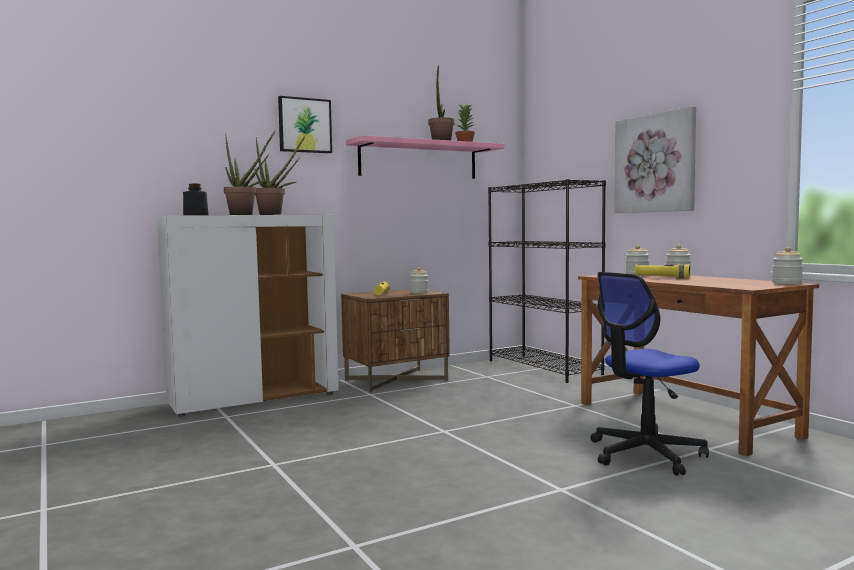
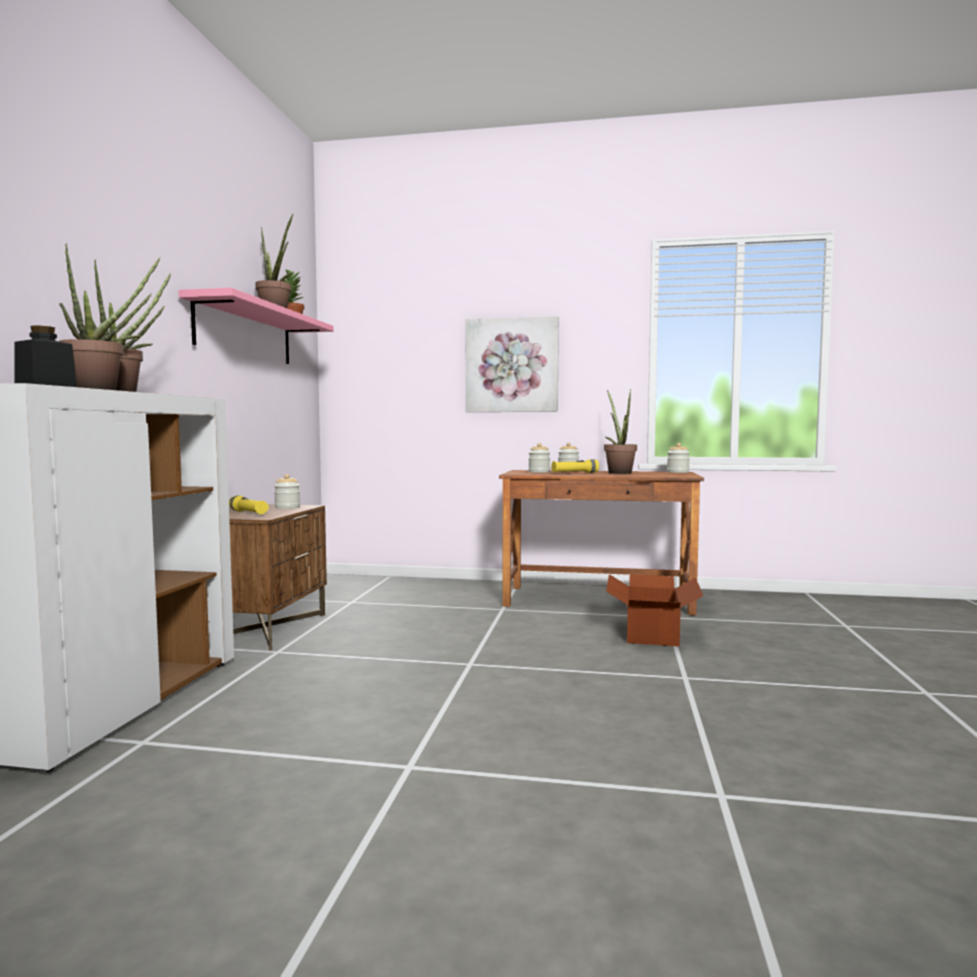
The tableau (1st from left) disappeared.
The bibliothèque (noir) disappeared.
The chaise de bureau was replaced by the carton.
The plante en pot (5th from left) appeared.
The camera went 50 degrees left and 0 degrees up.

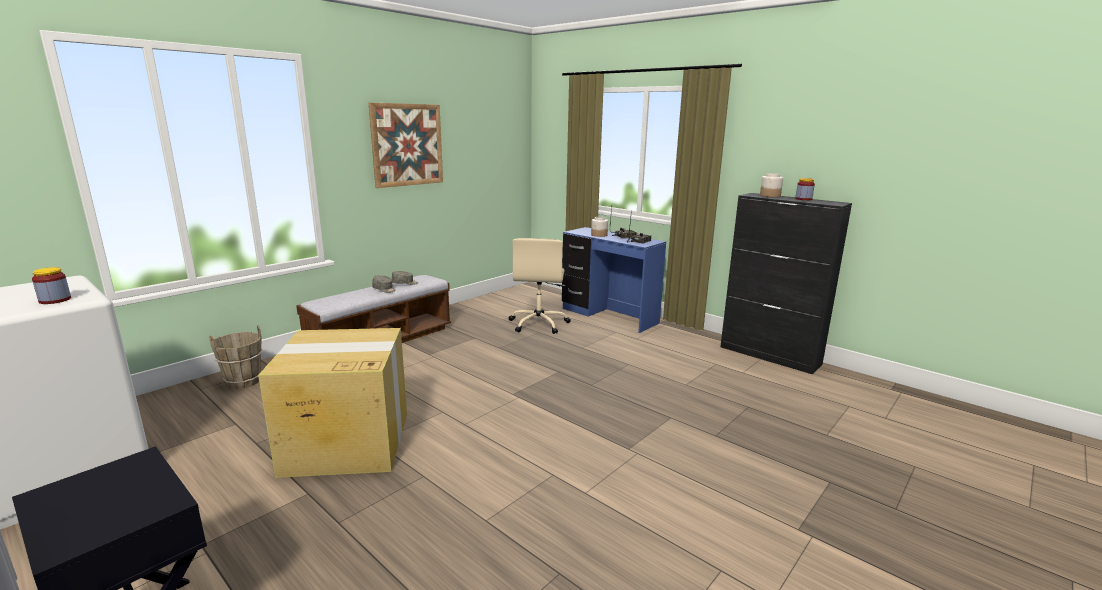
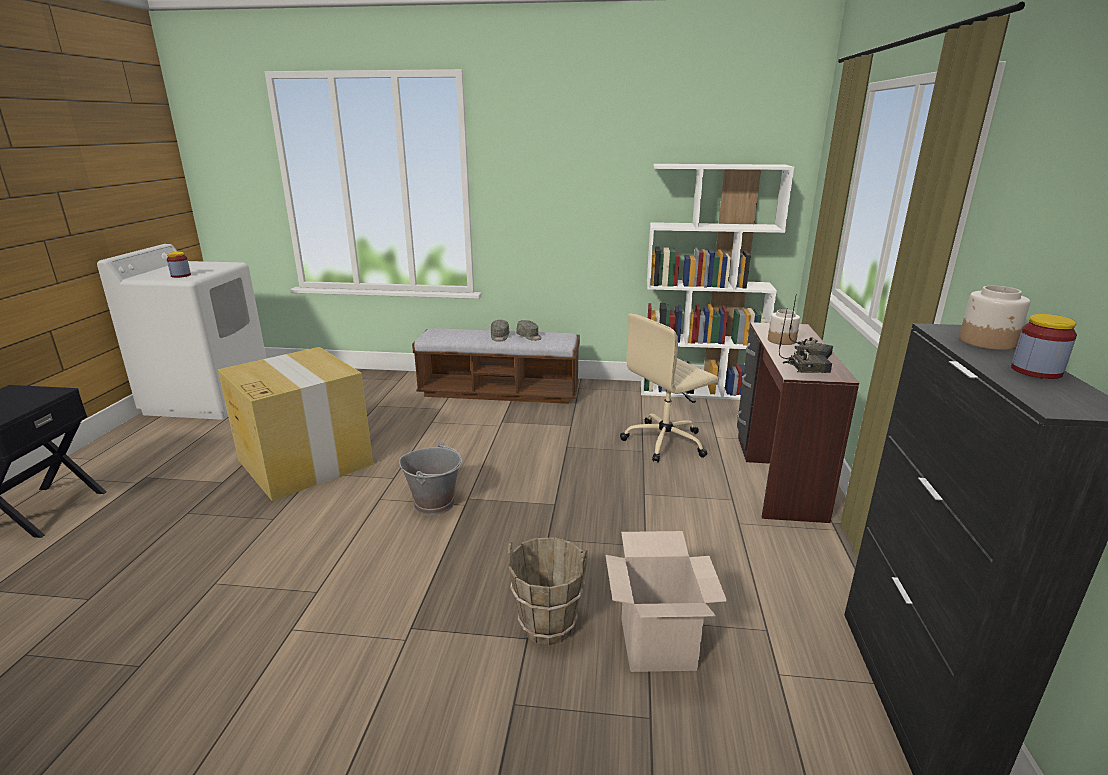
The seau (marron) moved.
The tableau disappeared.
The bureau (bleu) became the bureau (marron).
The seau (gris) appeared.
The carton (2nd from left) appeared.
The bibliothèque (blanc) appeared.
The camera went 55 degrees right and 5 degrees up.

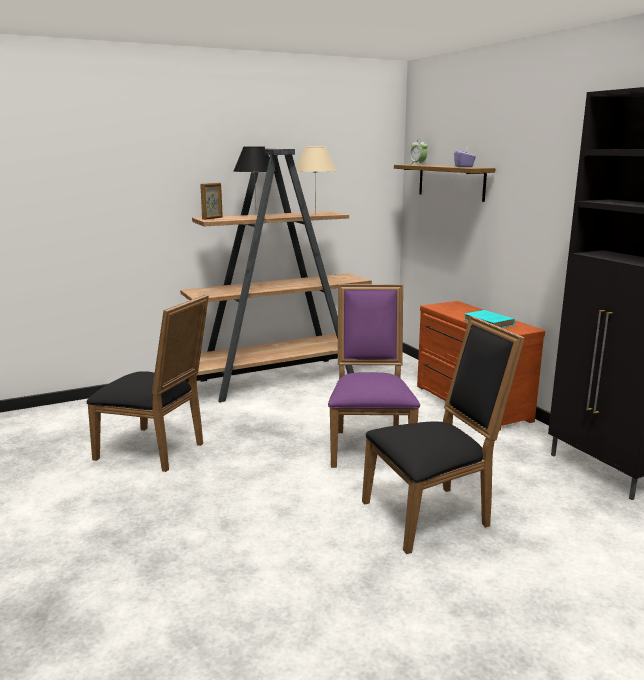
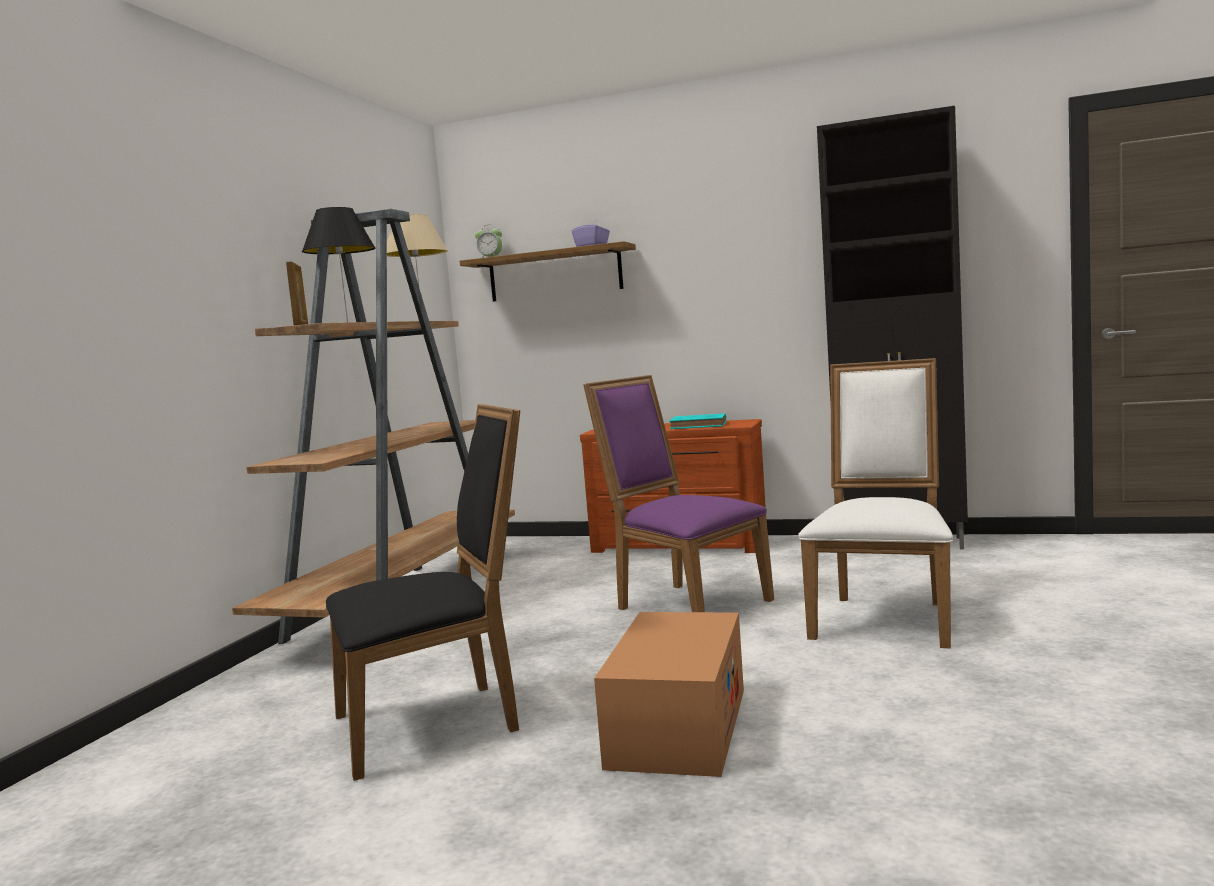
The chaise (noir) (2nd from left) became the chaise (blanc).
The carton appeared.
The camera went 45 degrees left and 10 degrees down.

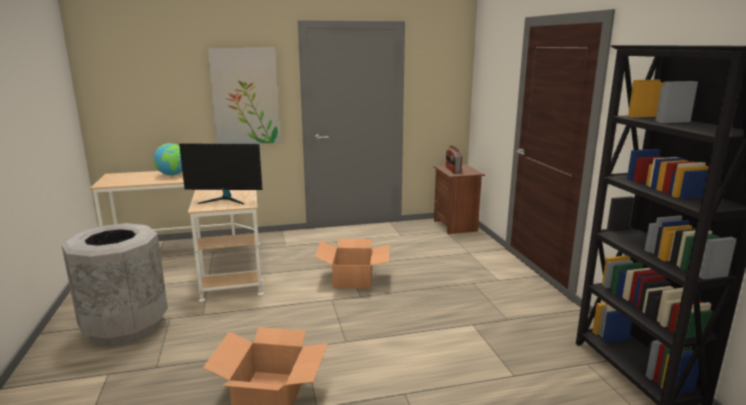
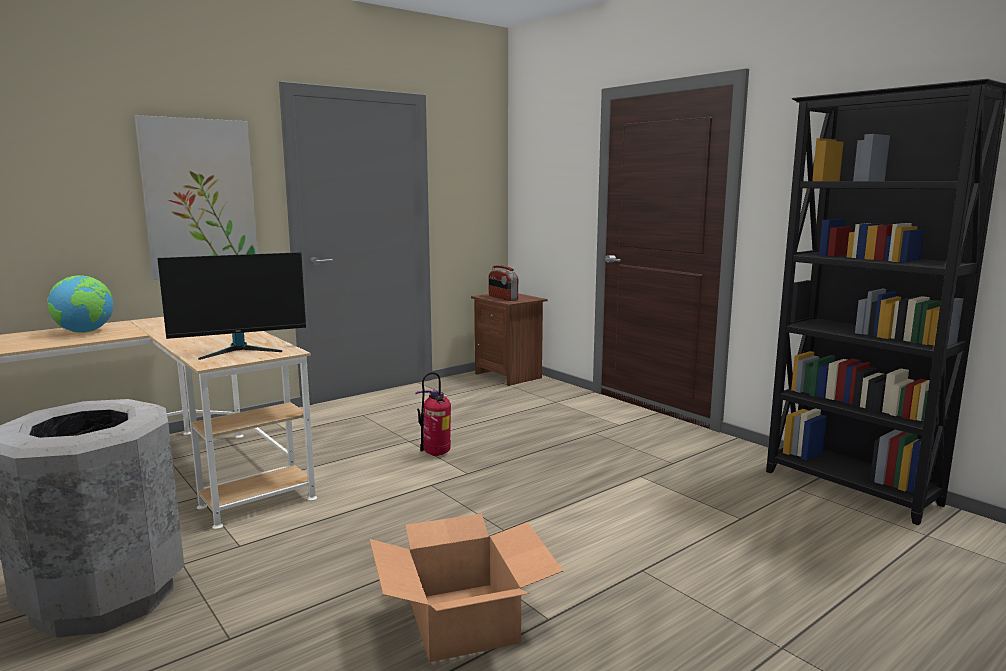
The carton (2nd from left) was replaced by the extincteur.
The camera went 25 degrees left and 5 degrees down.

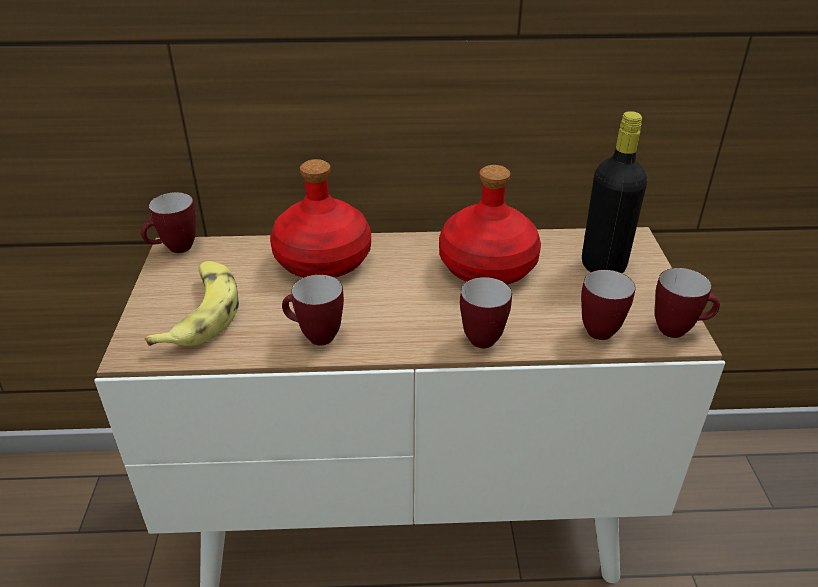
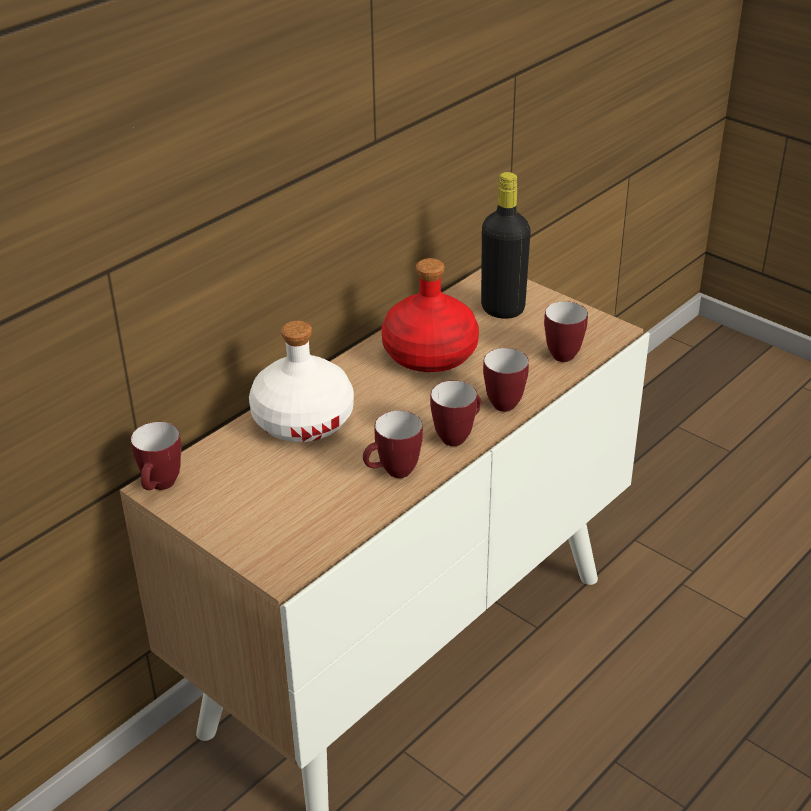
The banane disappeared.
The bouteille (rouge) (1st from left) became the bouteille (blanc).
The mug (5th from left in the first image) moved.
The camera went 45 degrees left and 0 degrees up.

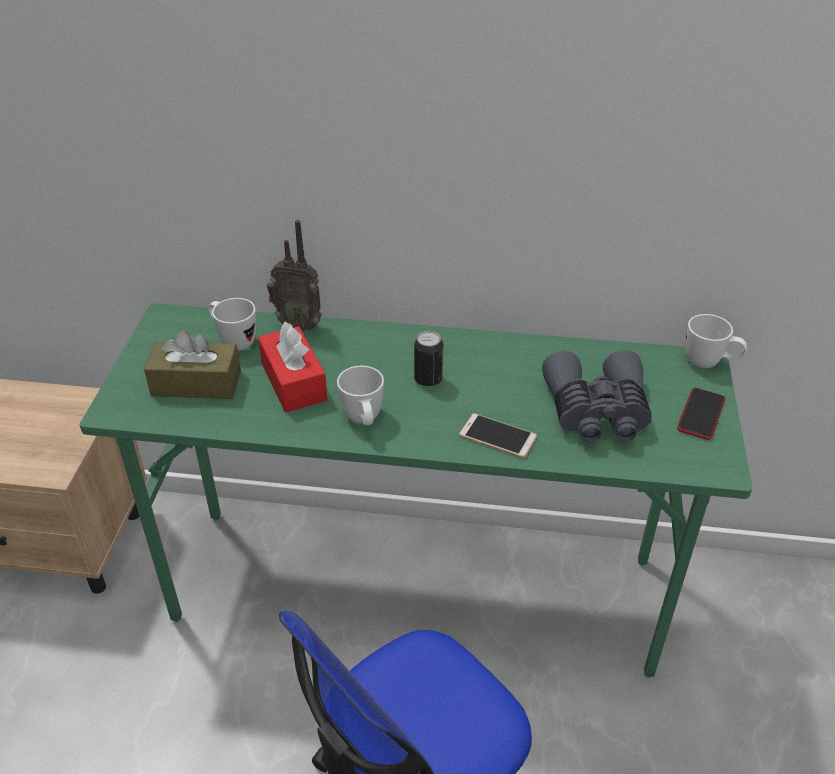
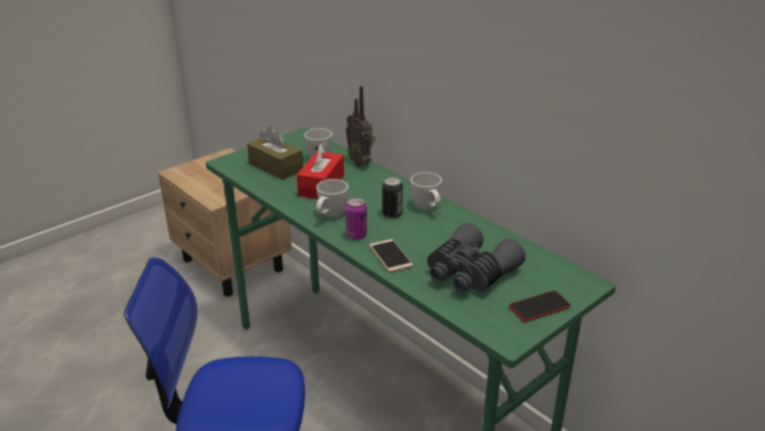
The mug (blanc) (3rd from left) moved.
The boîte métallique (1st from left) appeared.
The camera went 40 degrees right and 10 degrees down.

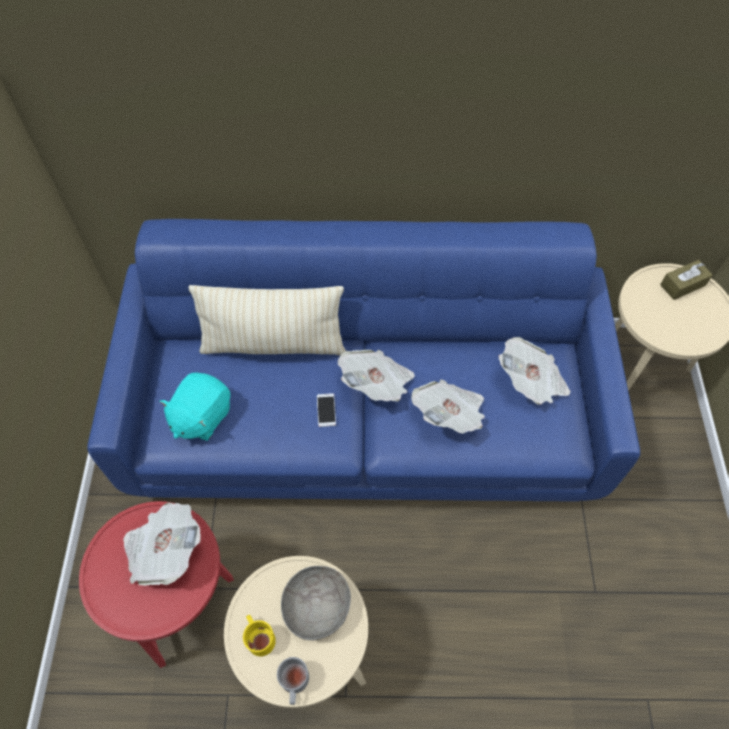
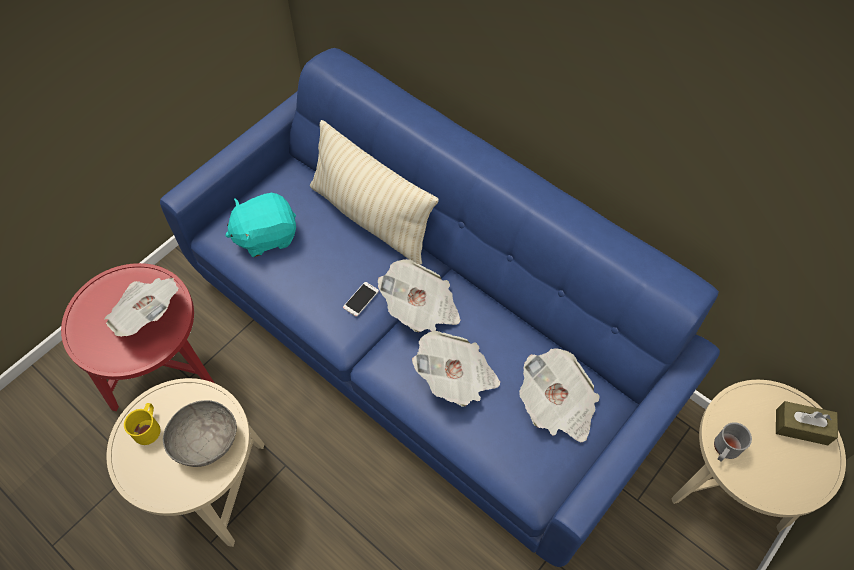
The mug (gris) moved.
The camera went 40 degrees right and 0 degrees up.

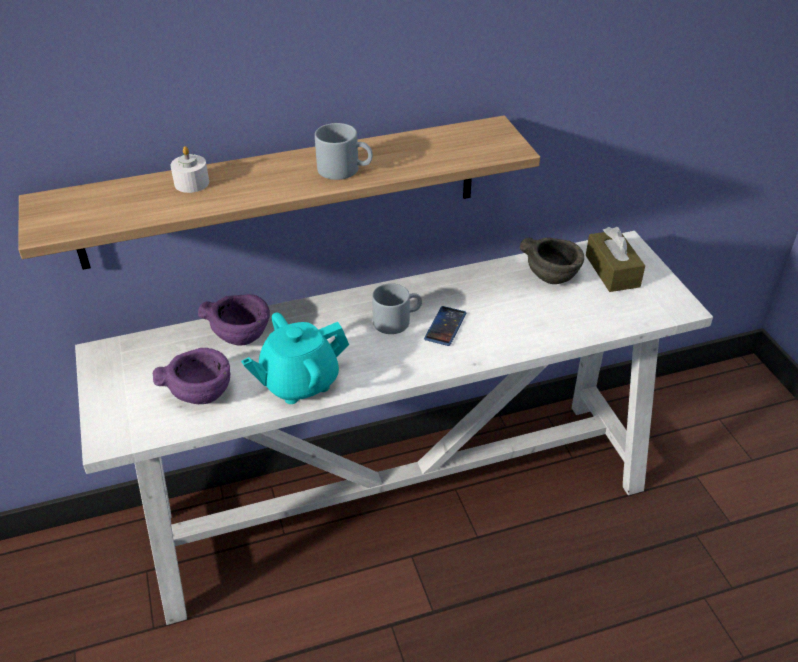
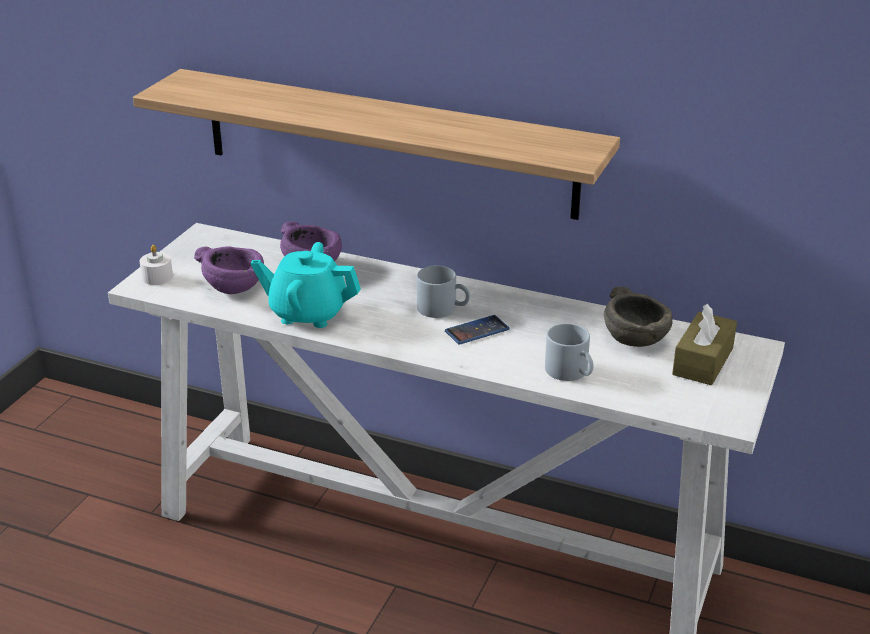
The bougie (blanc) moved.
The mug (gris) (1st from left in the first image) moved.
The camera went 40 degrees right and 10 degrees down.

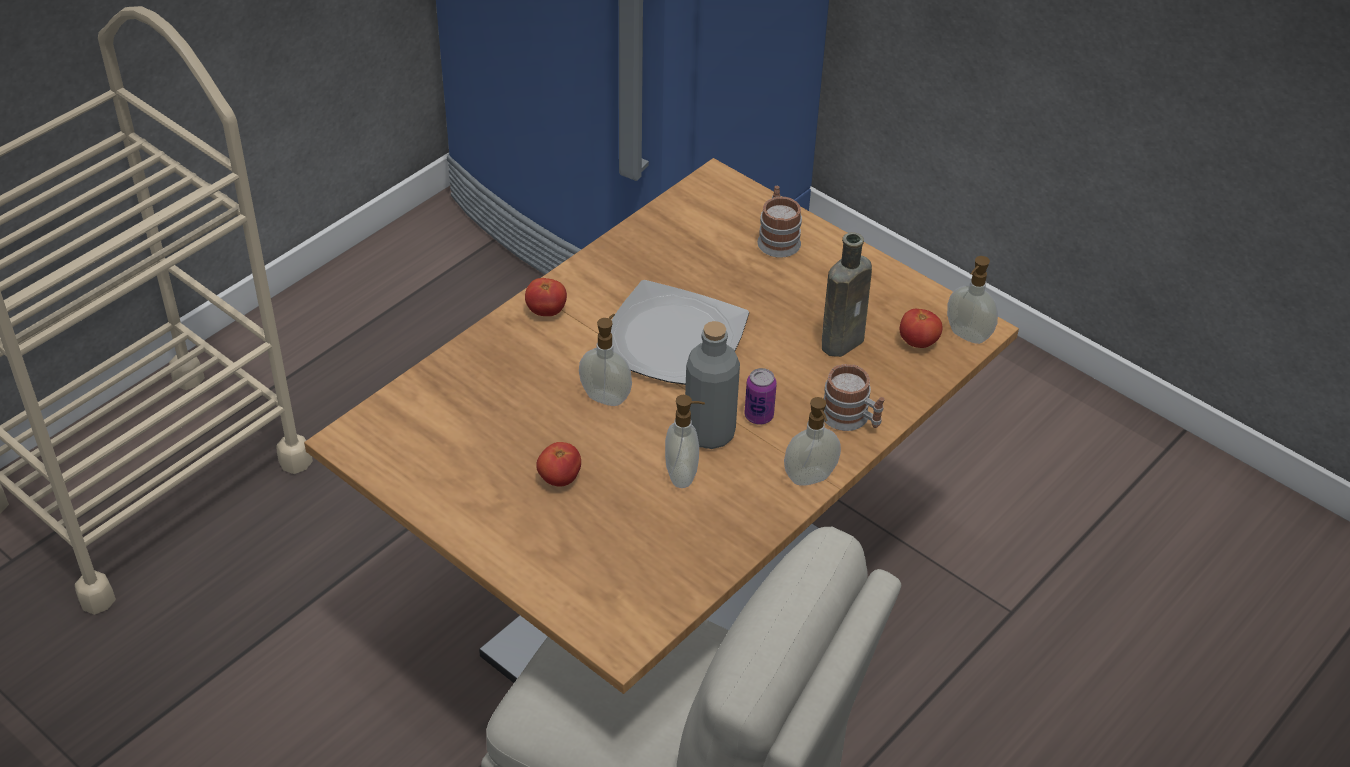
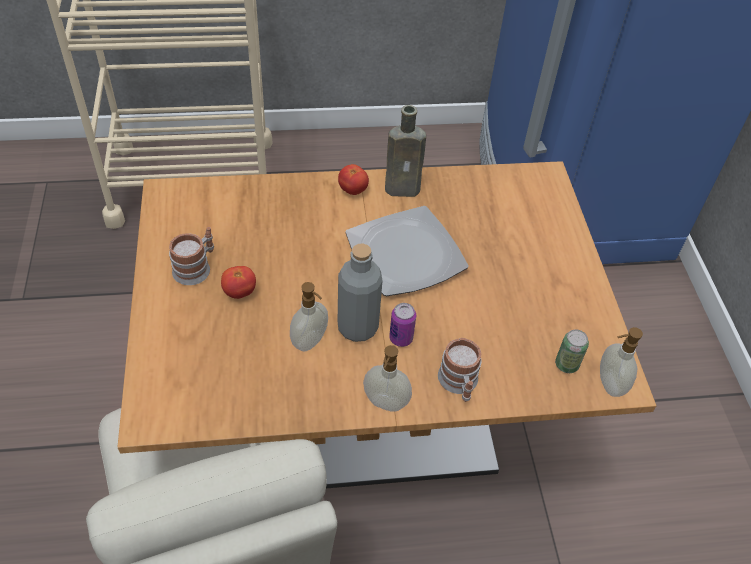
The distributeur de savon (1st from left) disappeared.
The mug (1st from left) moved.
The bouteille (marron) moved.
The tomate (3rd from left) was replaced by the boîte métallique (2nd from left).
The camera went 40 degrees right and 5 degrees up.

